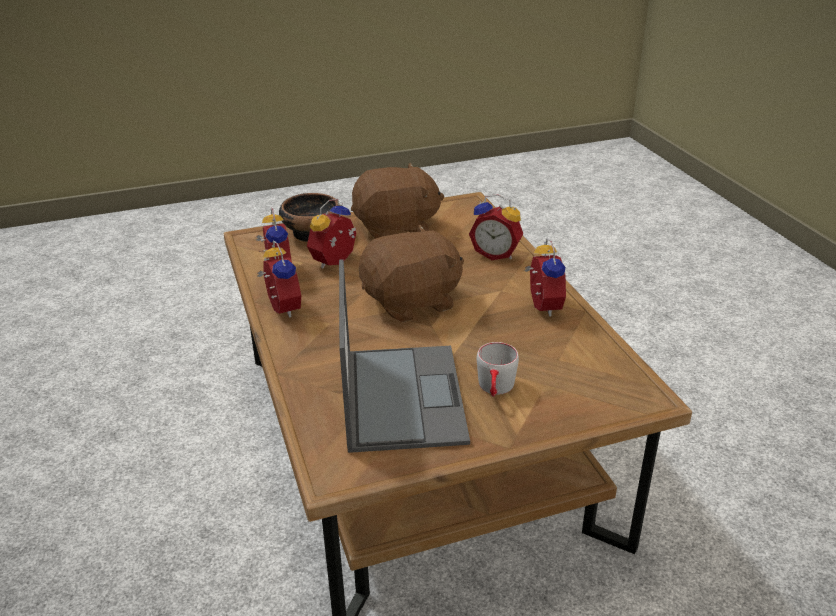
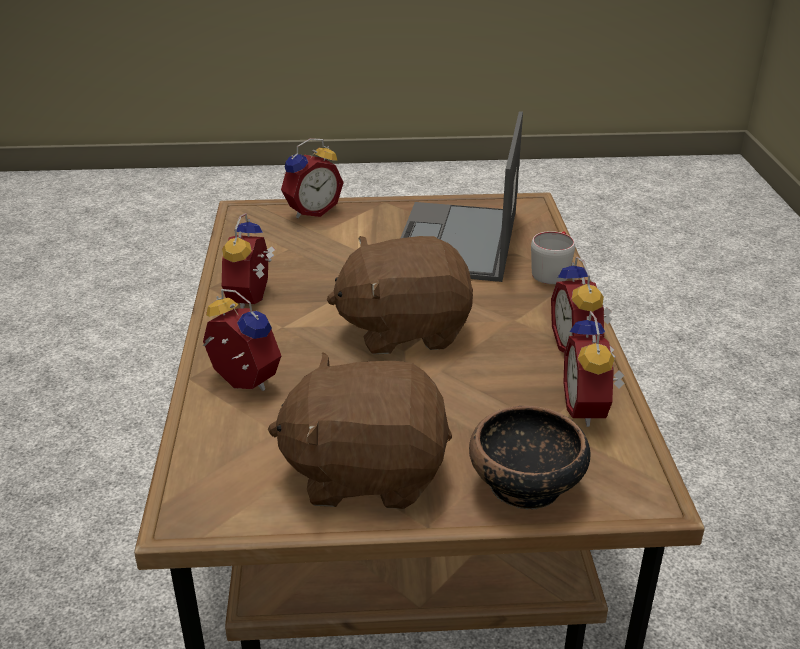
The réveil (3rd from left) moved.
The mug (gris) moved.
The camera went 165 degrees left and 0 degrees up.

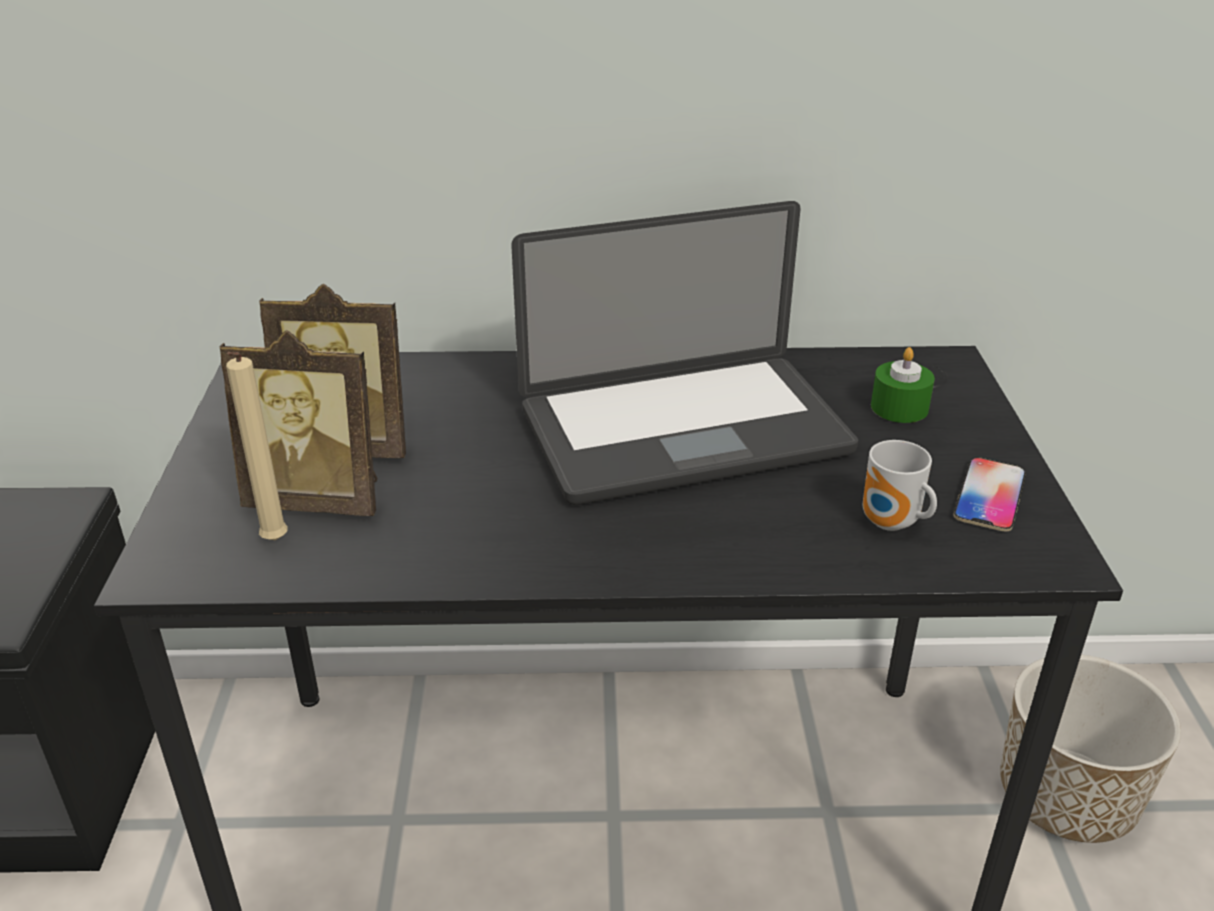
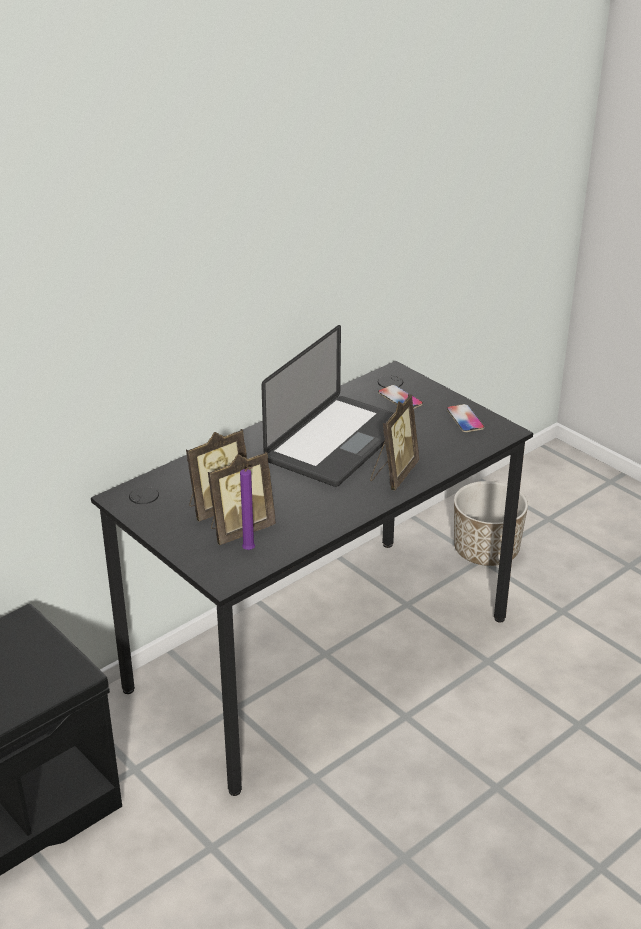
The bougie (beige) became the bougie (violet).
The mug disappeared.
The bougie (vert) was replaced by the téléphone (1st from left).
The cadre photo (3rd from left) appeared.
The camera went 40 degrees left and 0 degrees up.

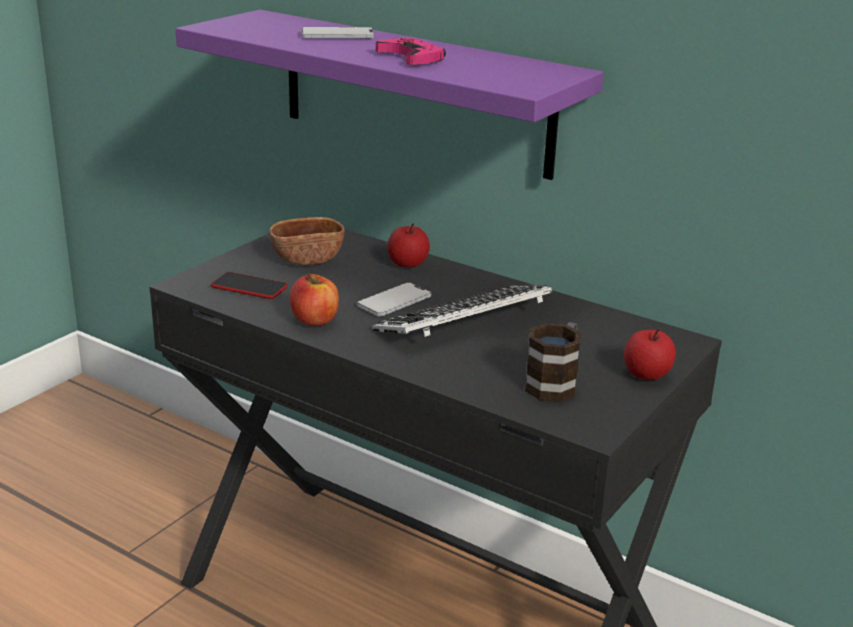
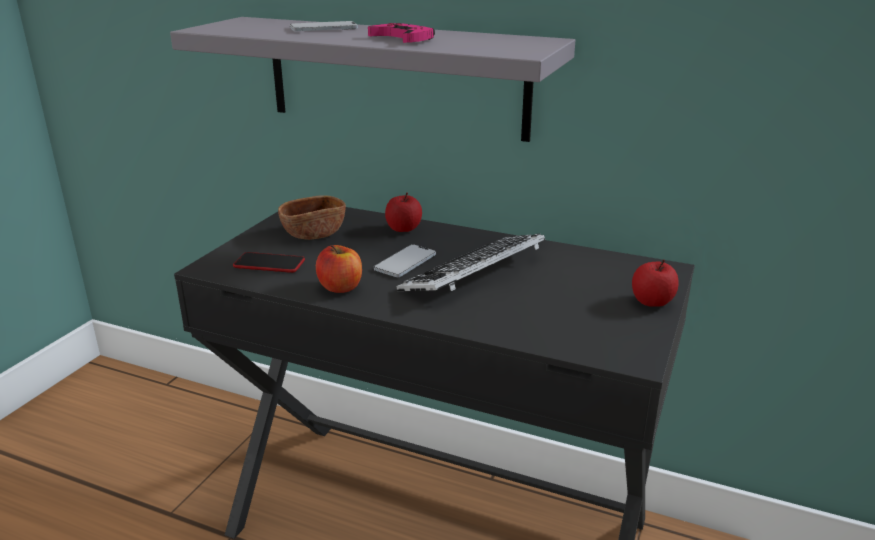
The étagère (violet) became the étagère (gris).
The mug disappeared.
The camera went 10 degrees left and 0 degrees up.

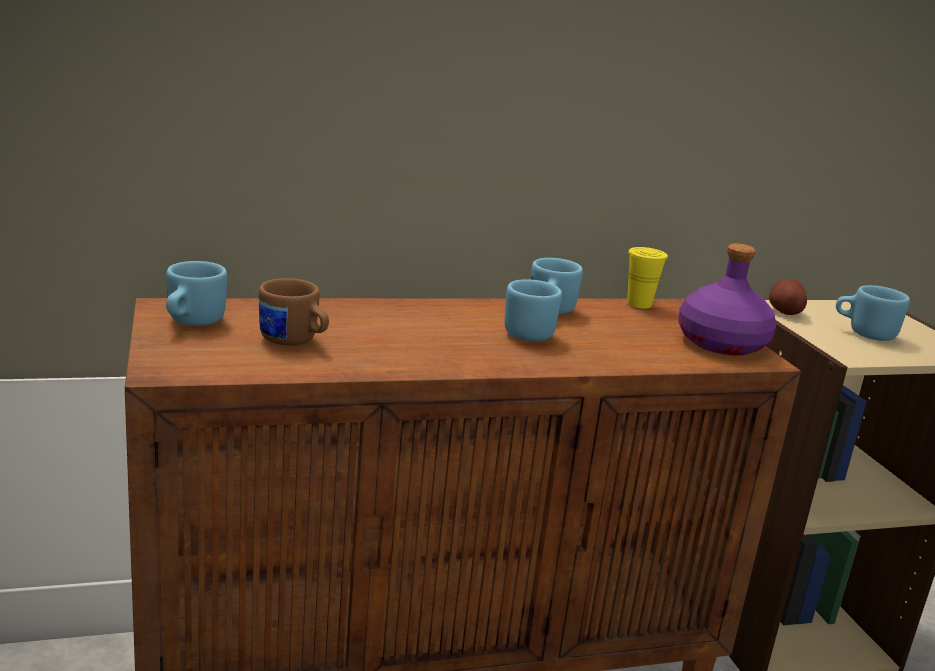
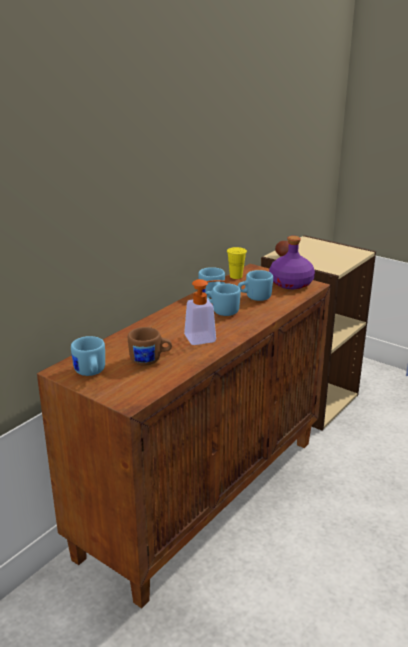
The mug (bleu) (4th from left) moved.
The distributeur de savon appeared.
The camera went 35 degrees left and 5 degrees up.

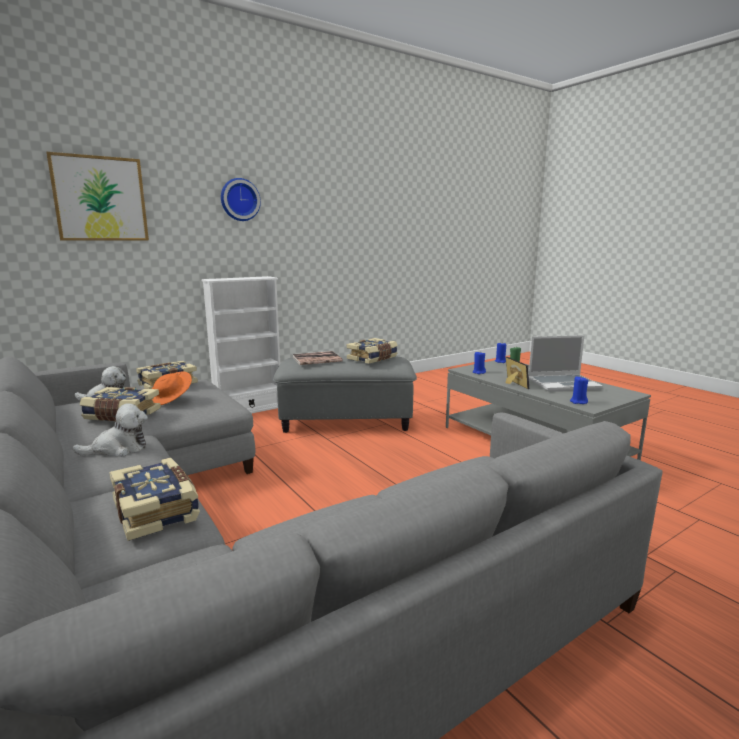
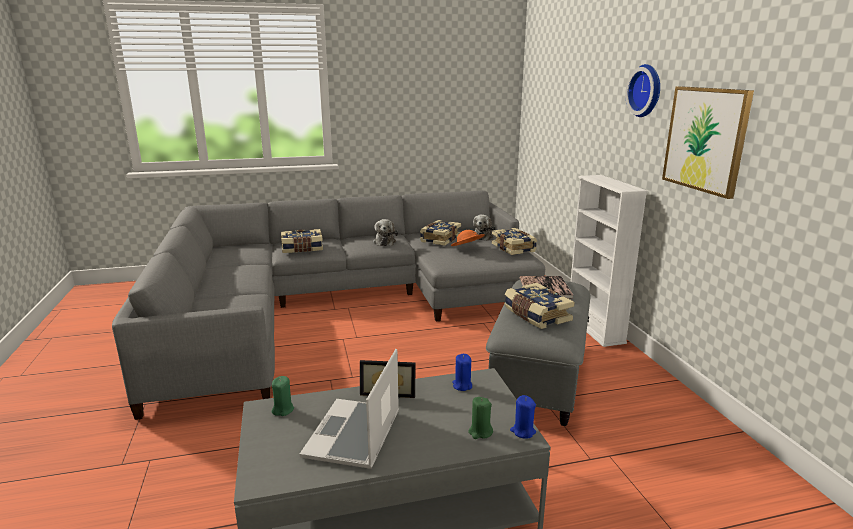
The tableau moved.
The bougie (bleu) (3rd from left) became the bougie (vert) (1st from left).
The camera went 110 degrees right and 5 degrees up.

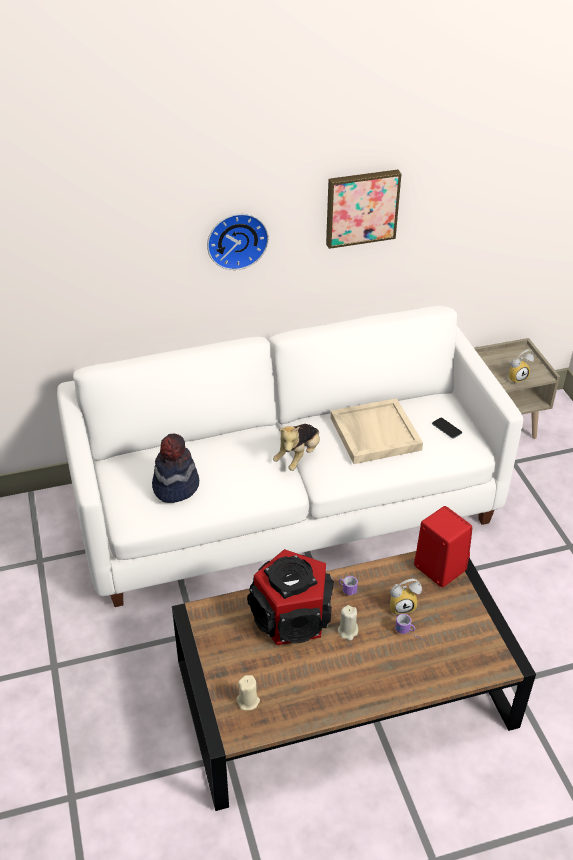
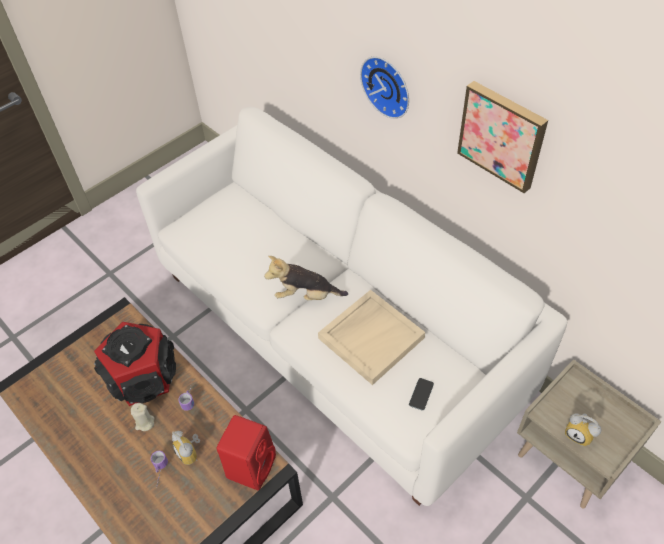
The chapeau disappeared.
The bougie (beige) (1st from left) disappeared.
The camera went 65 degrees right and 10 degrees up.

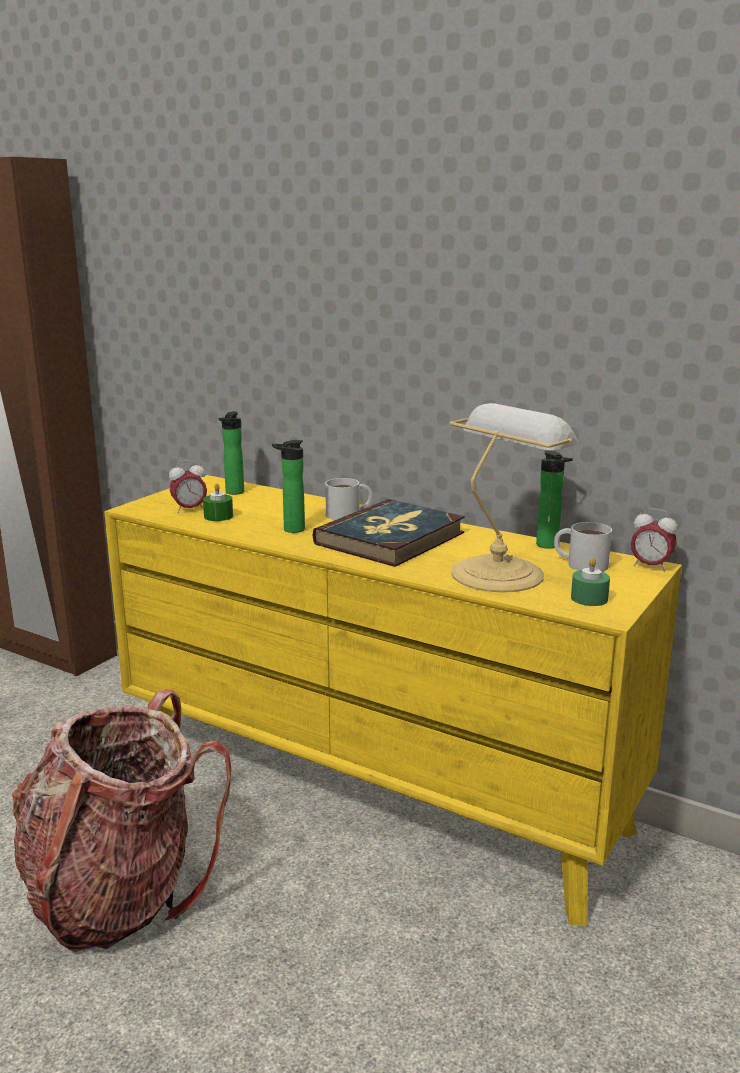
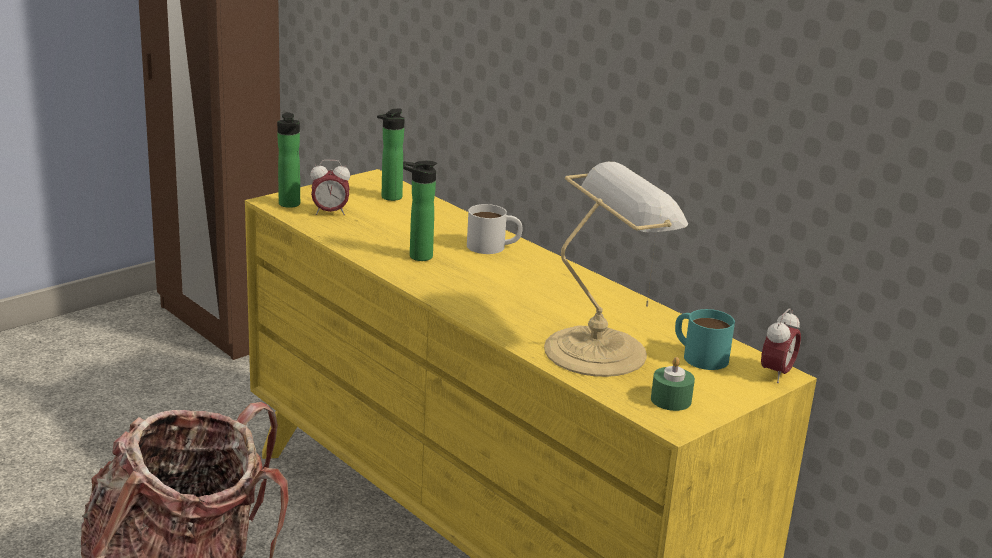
The bougie (vert) (1st from left) disappeared.
The livre disappeared.
The bouteille (3rd from left in the first image) moved.
The mug (blanc) (2nd from left) became the mug (turquoise).
The réveil (2nd from left) turned 105 degrees counterclockwise.
The camera went 15 degrees right and 5 degrees up.

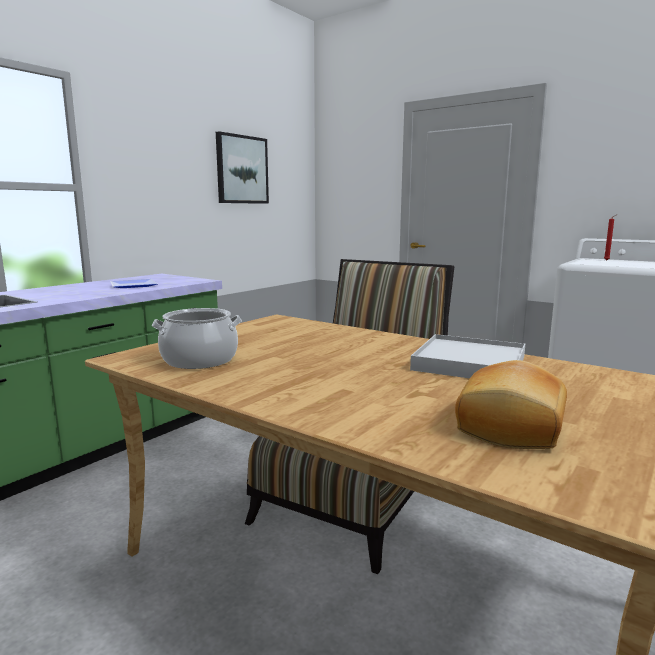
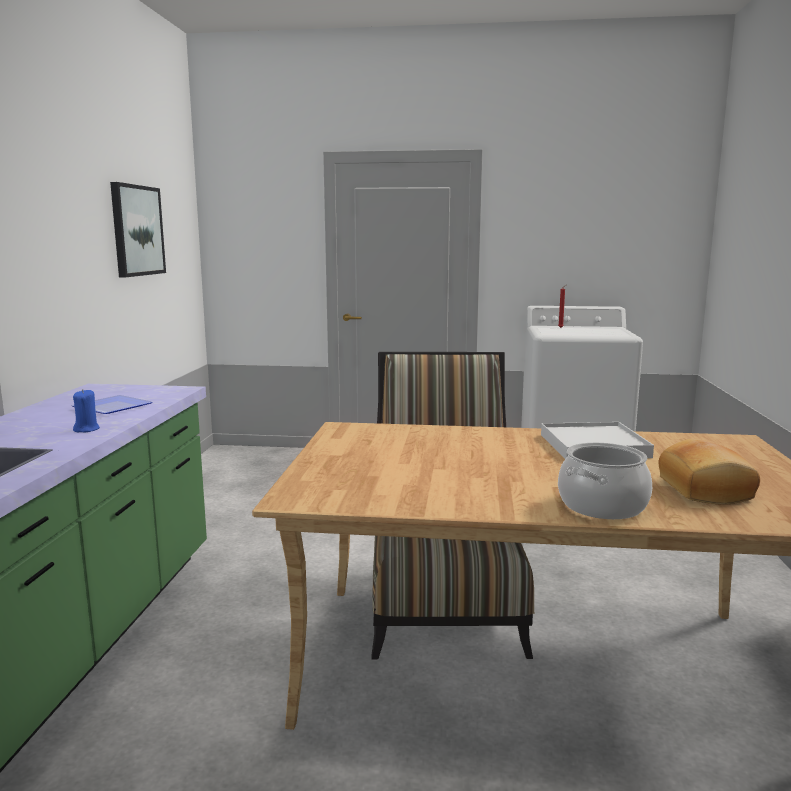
The marmite moved.
The bougie (bleu) appeared.
The camera went 30 degrees left and 0 degrees up.

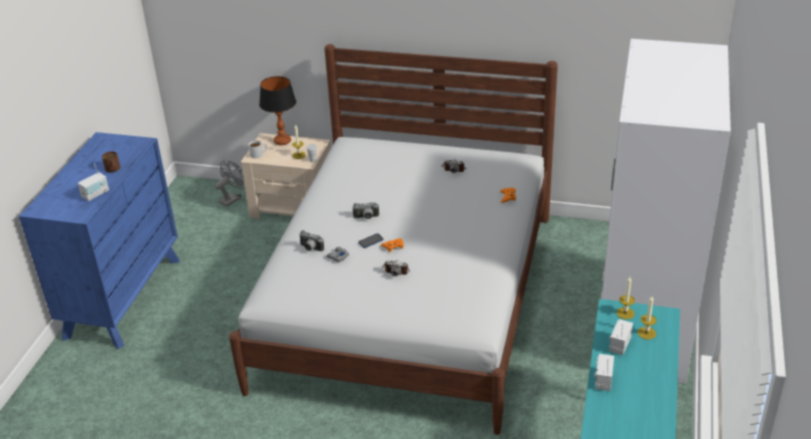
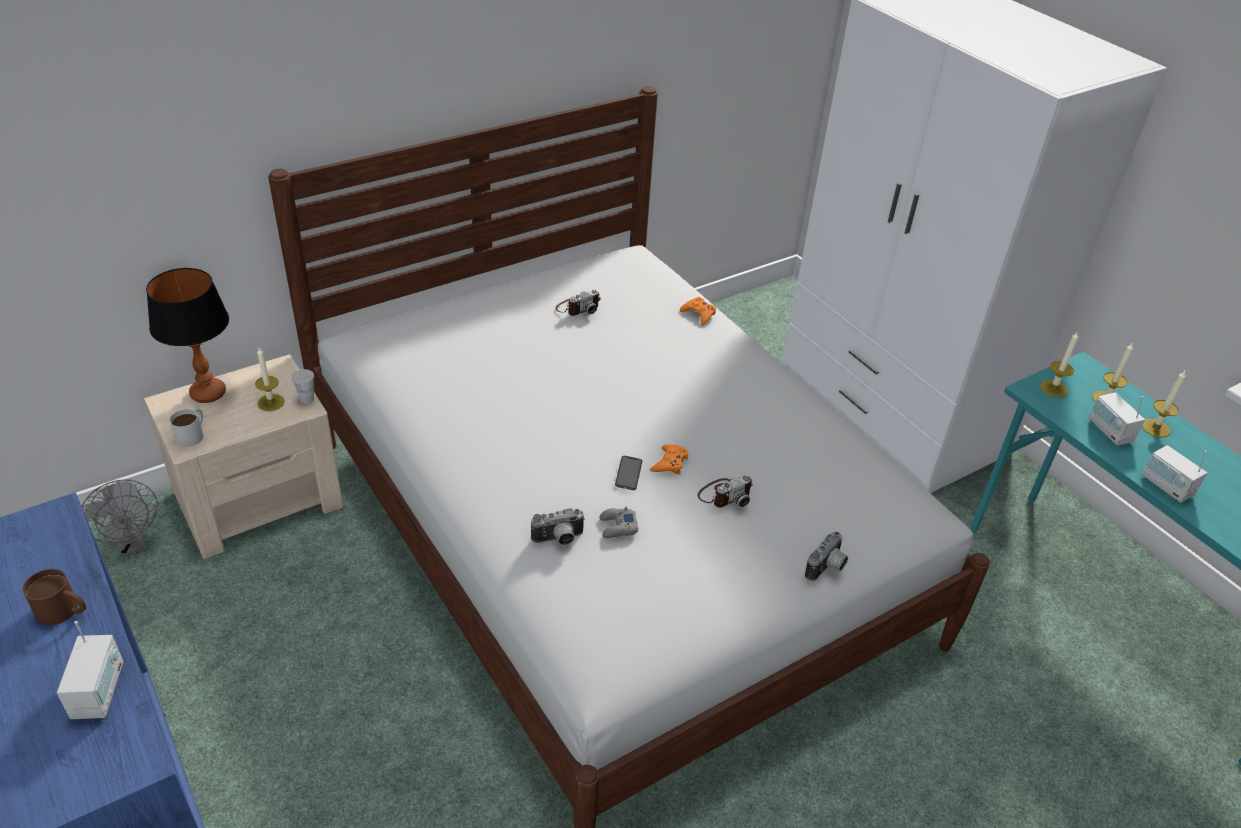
The ventilateur (gris) turned 150 degrees clockwise.
The appareil photo (2nd from left in the first image) moved.
The bougie (4th from left) appeared.
The camera went 50 degrees left and 5 degrees up.

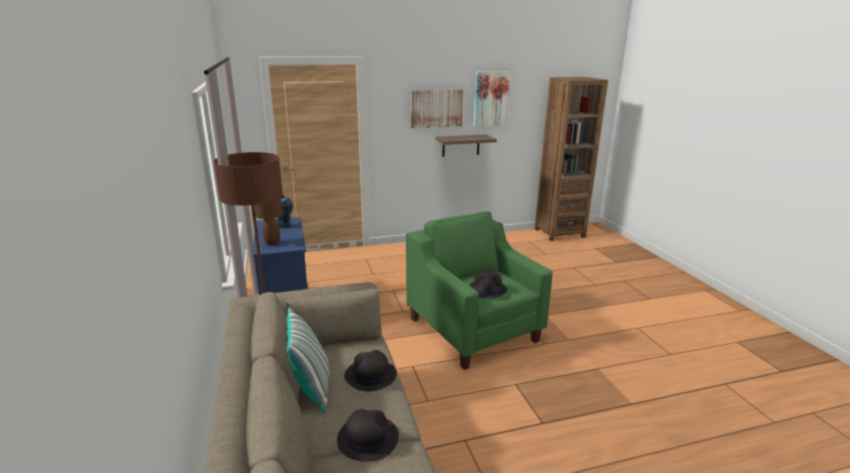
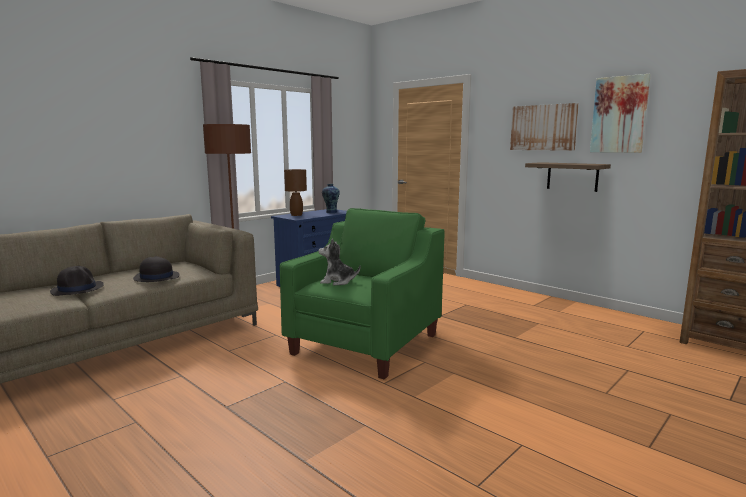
The coussin disappeared.
The chapeau (noir) (3rd from left) was replaced by the peluche.
The camera went 60 degrees right and 10 degrees down.

